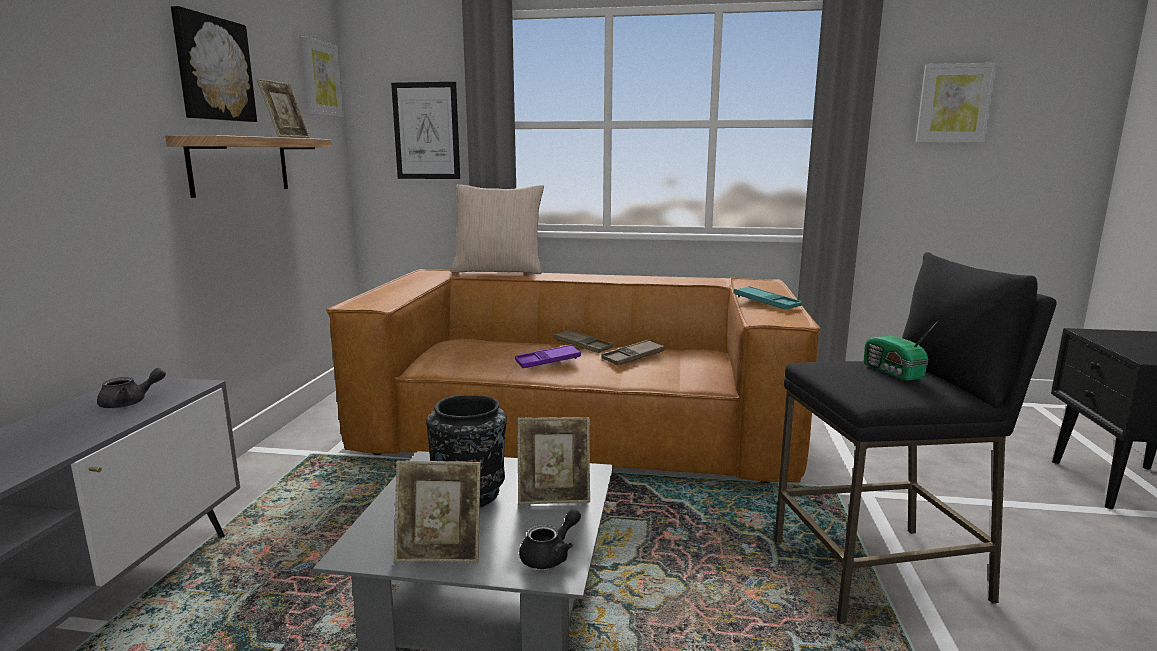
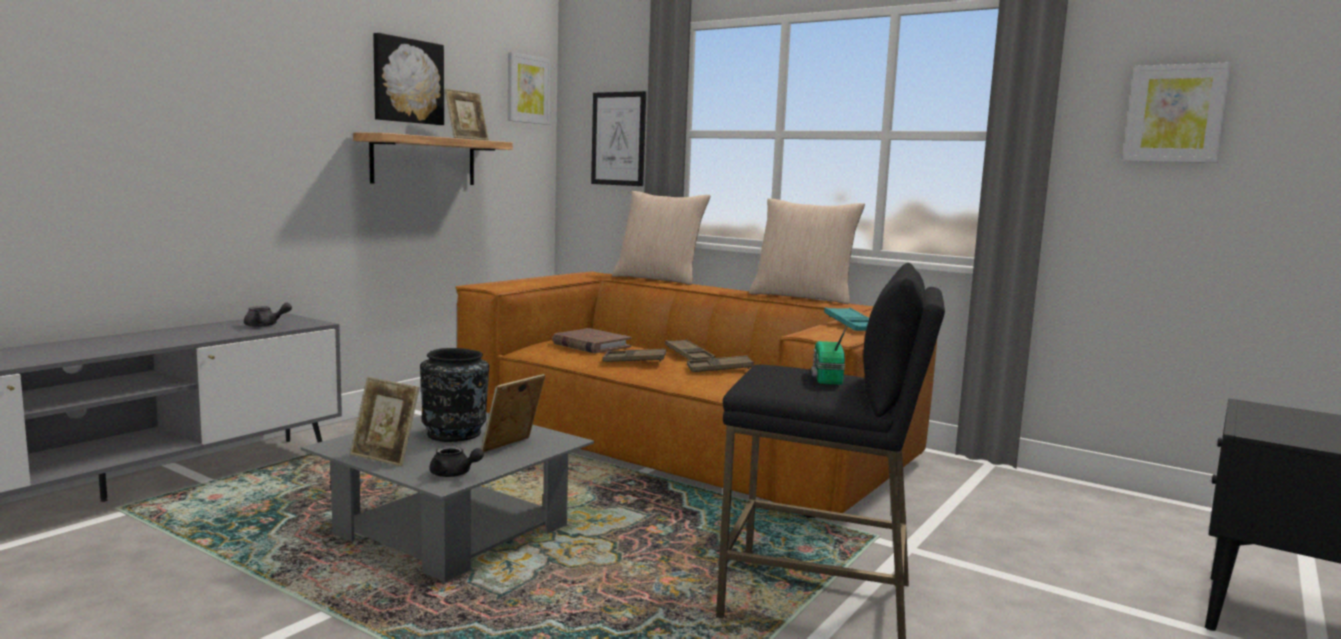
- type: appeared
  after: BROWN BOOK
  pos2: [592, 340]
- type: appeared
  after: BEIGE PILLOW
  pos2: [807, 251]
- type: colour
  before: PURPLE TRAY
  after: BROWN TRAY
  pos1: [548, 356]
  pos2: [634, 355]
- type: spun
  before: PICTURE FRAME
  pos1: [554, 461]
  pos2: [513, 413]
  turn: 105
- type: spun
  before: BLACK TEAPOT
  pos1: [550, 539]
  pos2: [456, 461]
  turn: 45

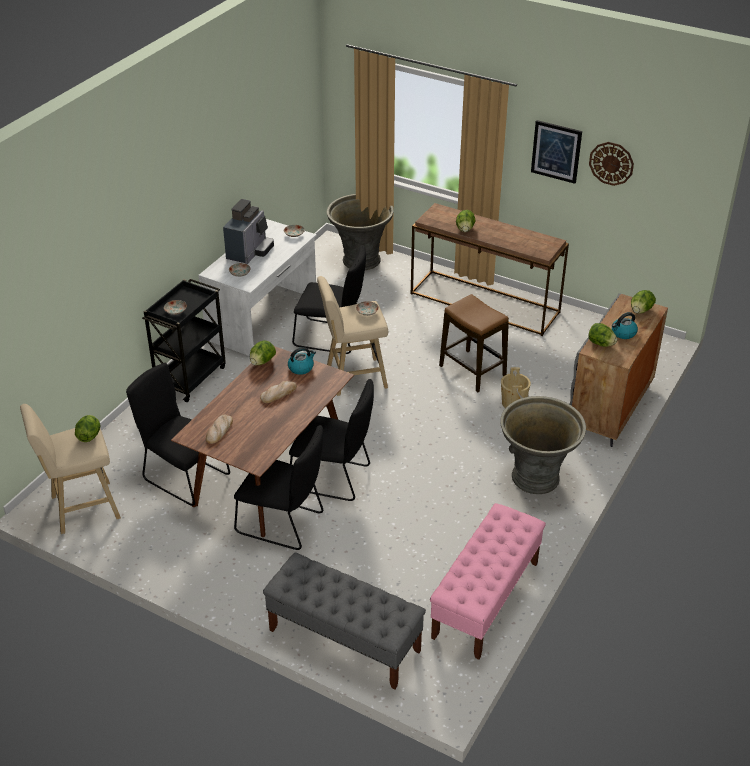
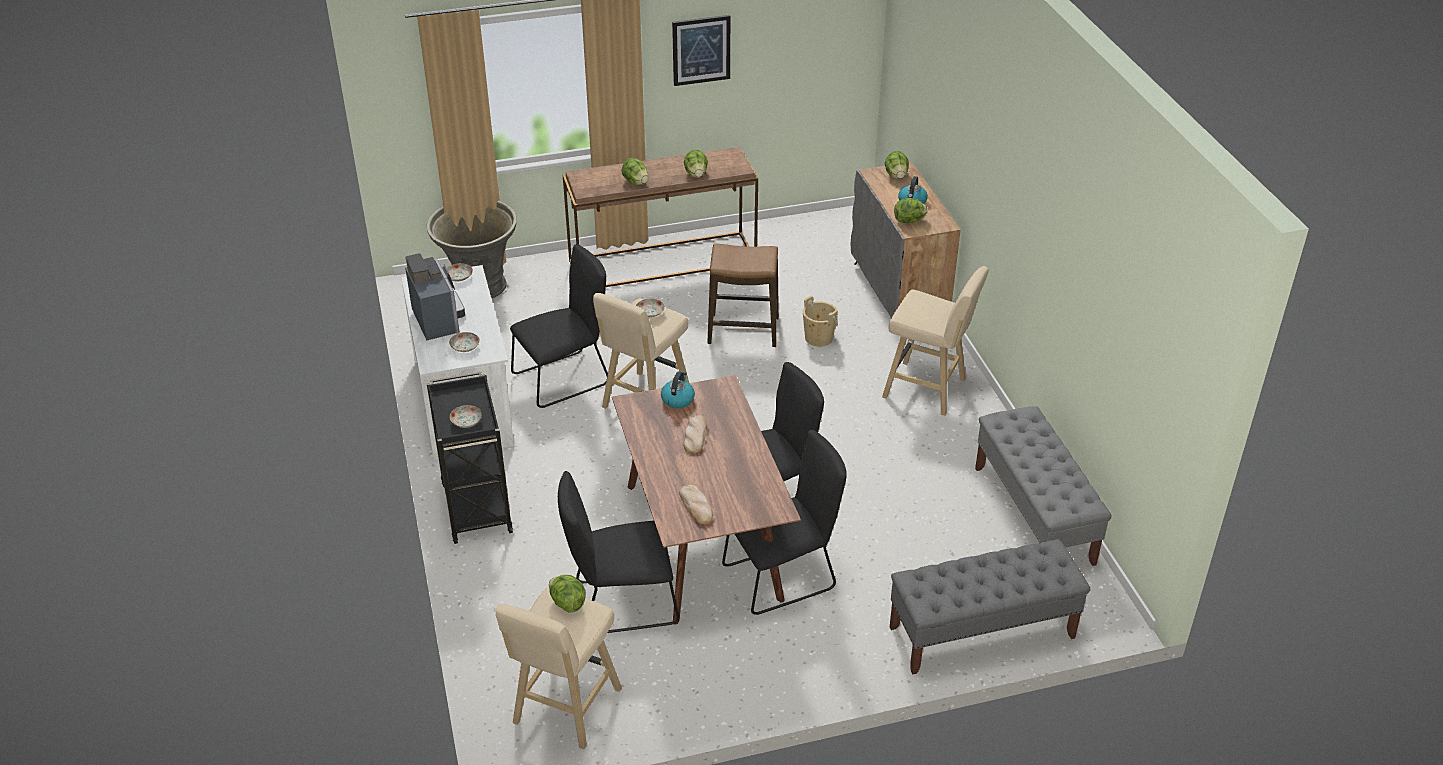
- type: missing
  before: WALL CLOCK
  pos1: [611, 164]
- type: relocated
  before: LETTUCE
  pos1: [263, 353]
  pos2: [696, 163]
- type: exchanged
  before: GREY PLANTER
  after: BEIGE STOOL
  pos1: [543, 445]
  pos2: [935, 341]
- type: colour
  before: PINK BENCH
  after: GREY BENCH
  pos1: [488, 581]
  pos2: [1043, 486]

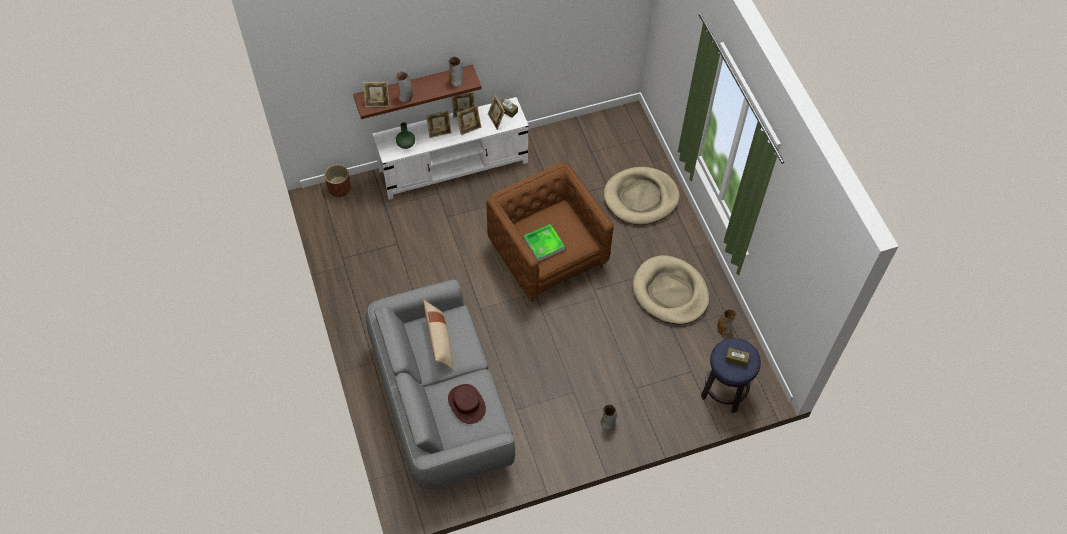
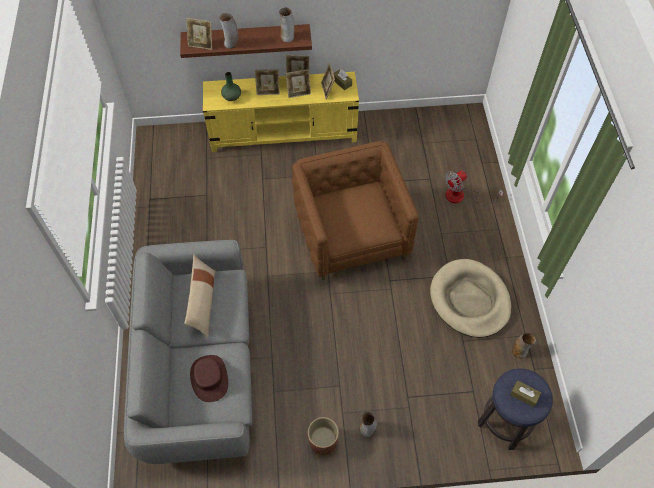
- type: missing
  before: TRAY
  pos1: [544, 242]
- type: relocated
  before: BROWN PLANTER
  pos1: [337, 180]
  pos2: [323, 436]
- type: exchanged
  before: BEIGE DOG BED
  after: FAN
  pos1: [642, 196]
  pos2: [474, 188]
- type: colour
  before: WHITE TV STAND
  after: YELLOW TV STAND
  pos1: [451, 148]
  pos2: [281, 112]

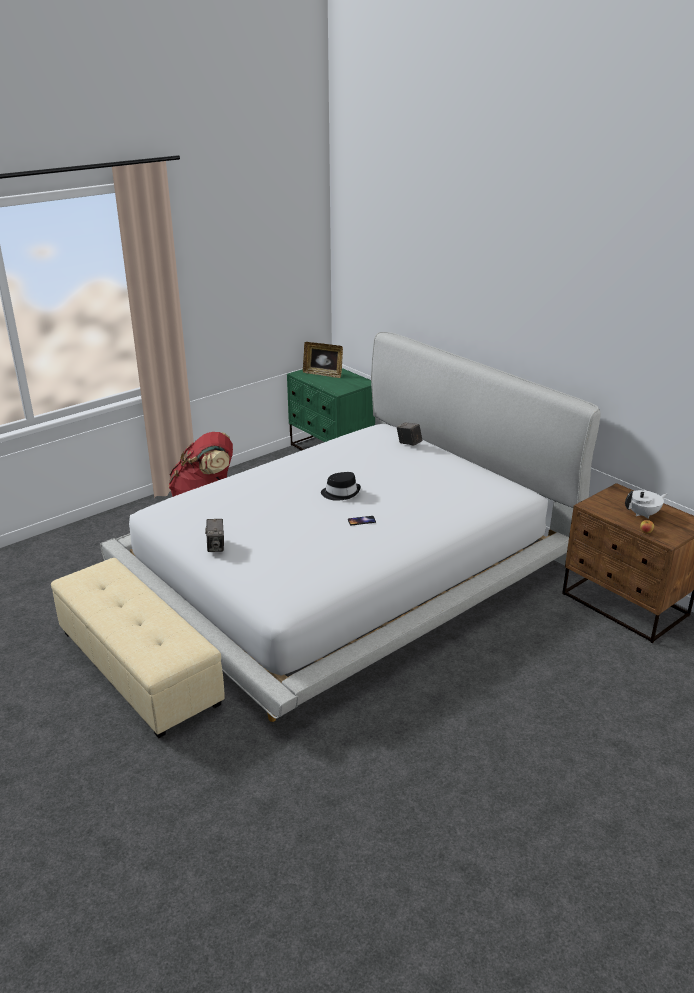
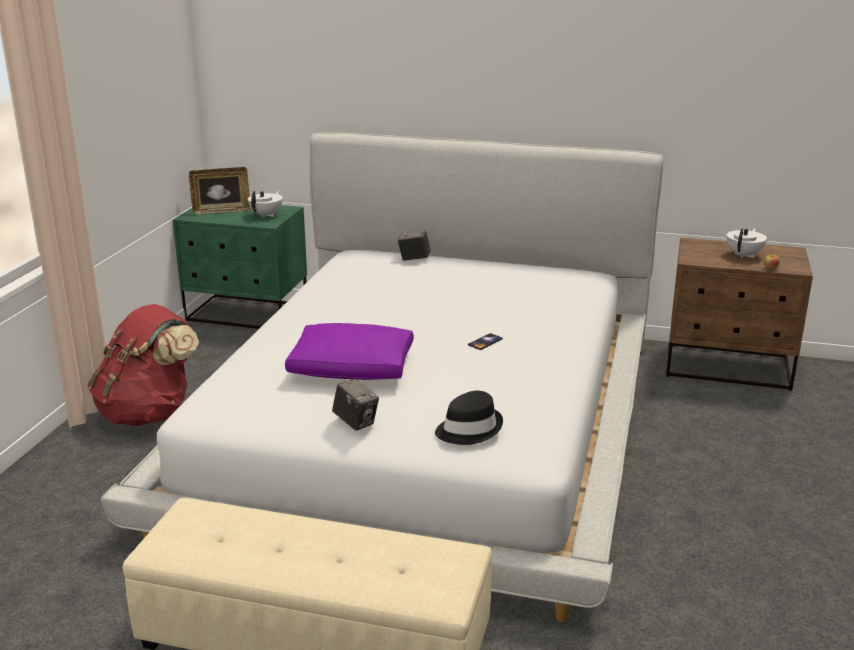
- type: appeared
  after: WHITE TEAPOT
  pos2: [265, 204]
- type: appeared
  after: PURPLE PILLOW
  pos2: [349, 351]
- type: relocated
  before: BLACK HAT
  pos1: [341, 486]
  pos2: [469, 418]

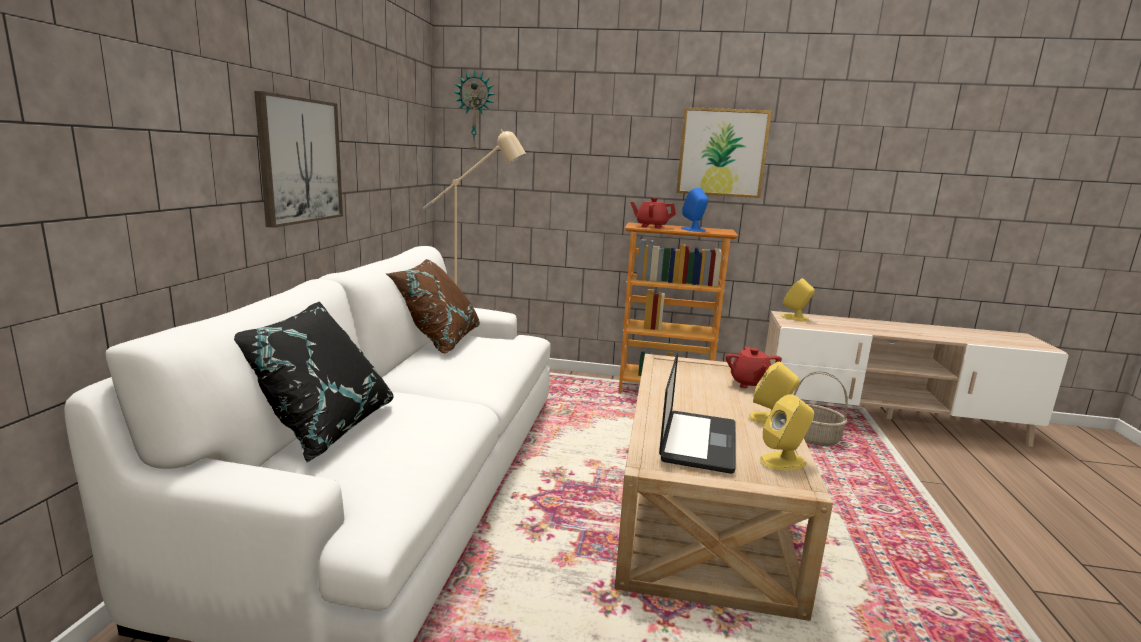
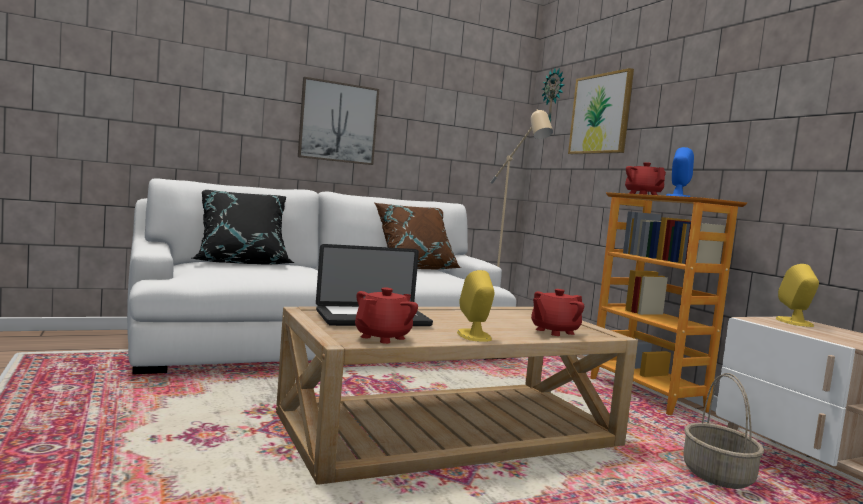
- type: relocated
  before: PICTURE
  pos1: [724, 152]
  pos2: [601, 111]
- type: exchanged
  before: YELLOW SPEAKER
  after: RED TEAPOT
  pos1: [787, 432]
  pos2: [386, 316]

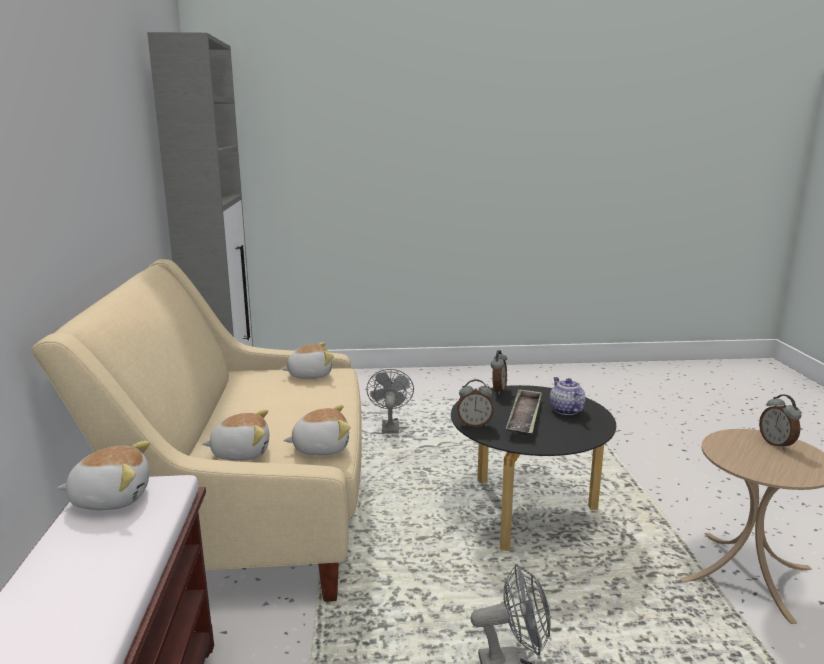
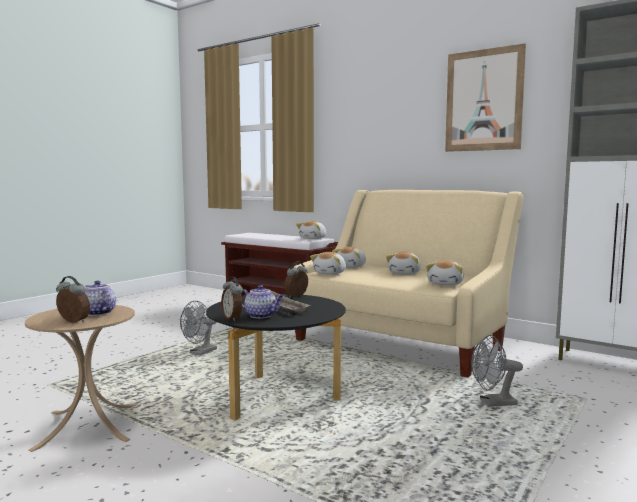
- type: appeared
  after: TEAPOT
  pos2: [100, 298]
- type: appeared
  after: PLUSH TOY
  pos2: [403, 263]
- type: appeared
  after: PICTURE
  pos2: [485, 97]
- type: relocated
  before: ALARM CLOCK
  pos1: [499, 372]
  pos2: [232, 299]
- type: spun
  before: GREY FAN
  pos1: [390, 401]
  pos2: [497, 371]
  turn: 135

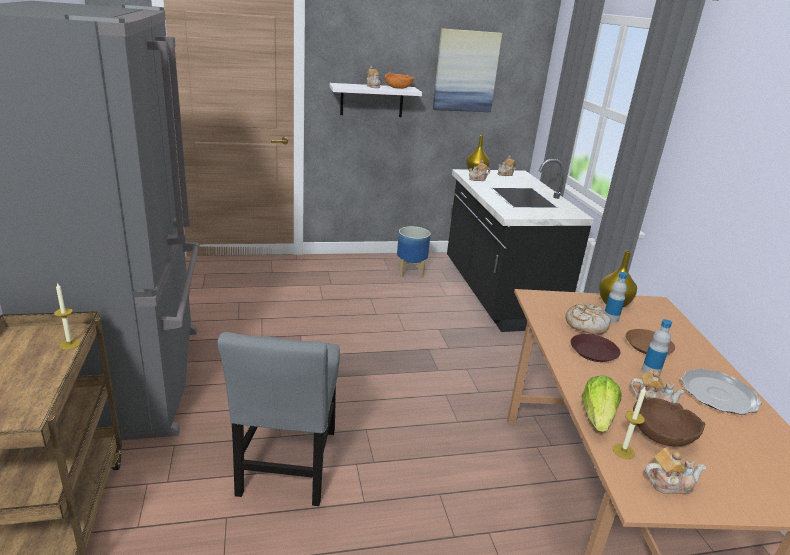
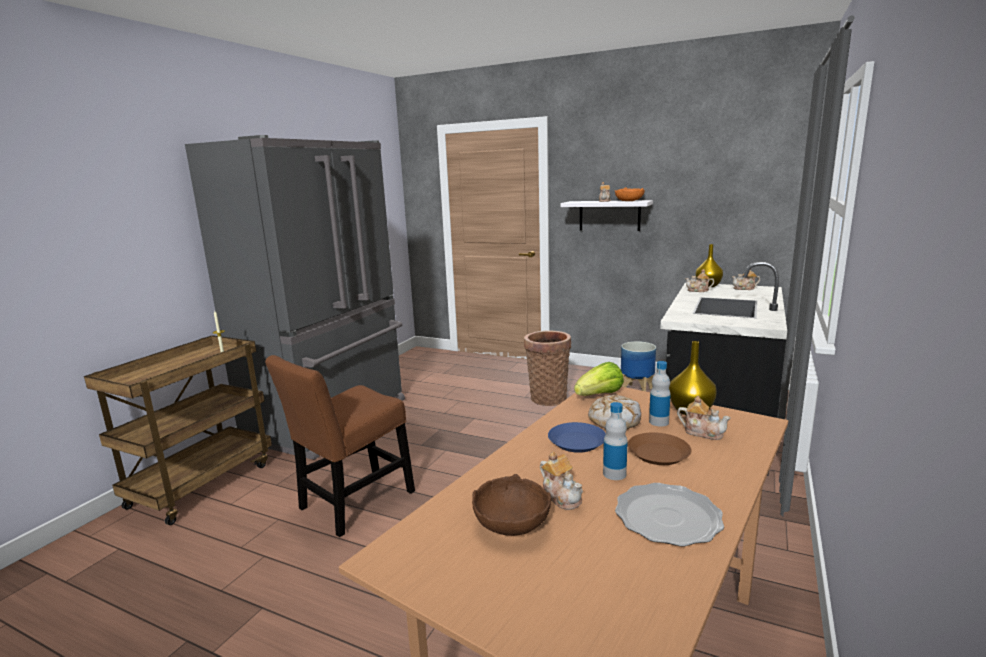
- type: missing
  before: PICTURE
  pos1: [467, 70]
- type: missing
  before: CANDLE
  pos1: [629, 423]
- type: appeared
  after: BASKET
  pos2: [547, 368]
- type: relocated
  before: LETTUCE
  pos1: [601, 403]
  pos2: [599, 379]
- type: relocated
  before: TEAPOT
  pos1: [675, 471]
  pos2: [704, 418]
- type: colour
  before: GREY CHAIR
  after: BROWN CHAIR
  pos1: [279, 419]
  pos2: [340, 446]
- type: colour
  before: BROWN PLATE
  after: BLUE PLATE
  pos1: [595, 348]
  pos2: [577, 437]

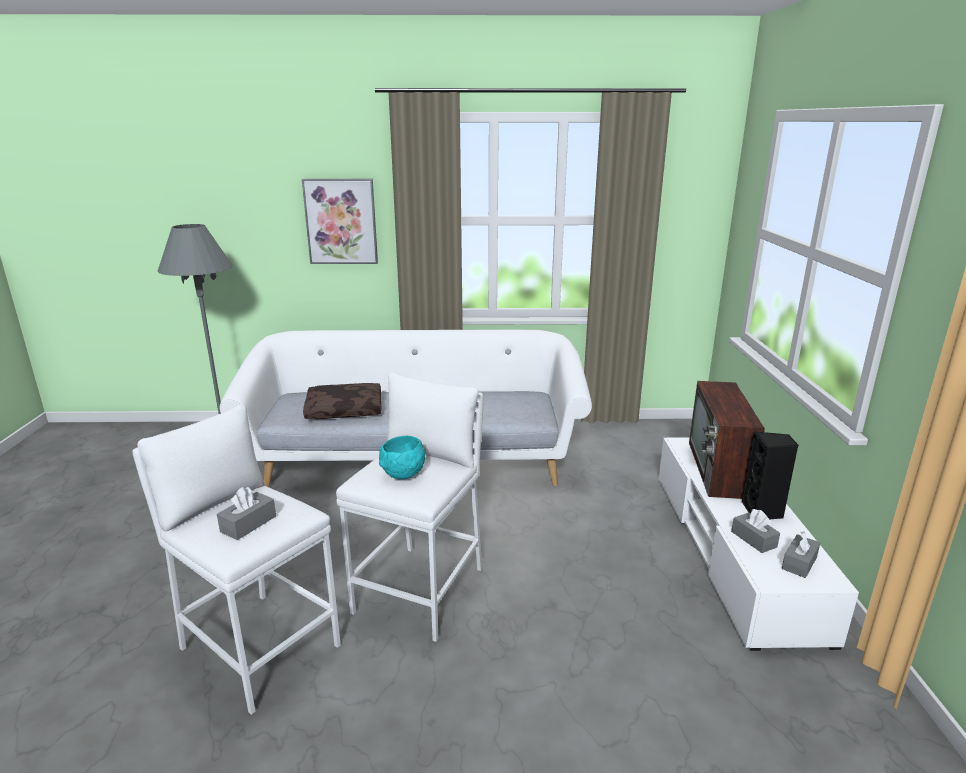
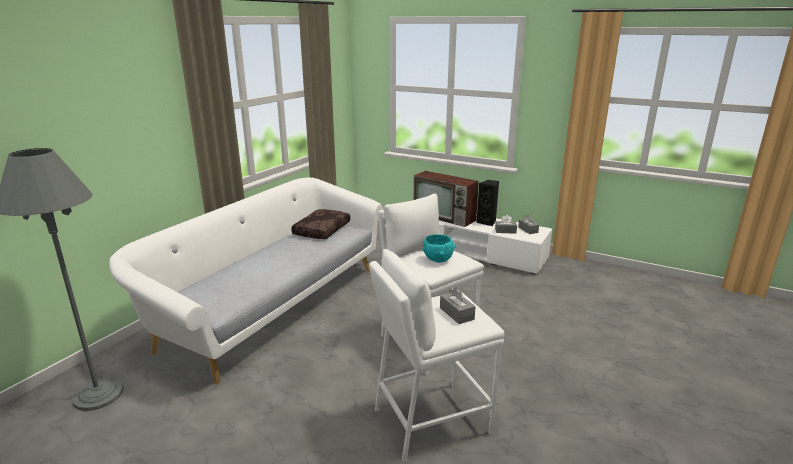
- type: missing
  before: PICTURE
  pos1: [340, 221]
- type: relocated
  before: BROWN PILLOW
  pos1: [342, 401]
  pos2: [320, 224]

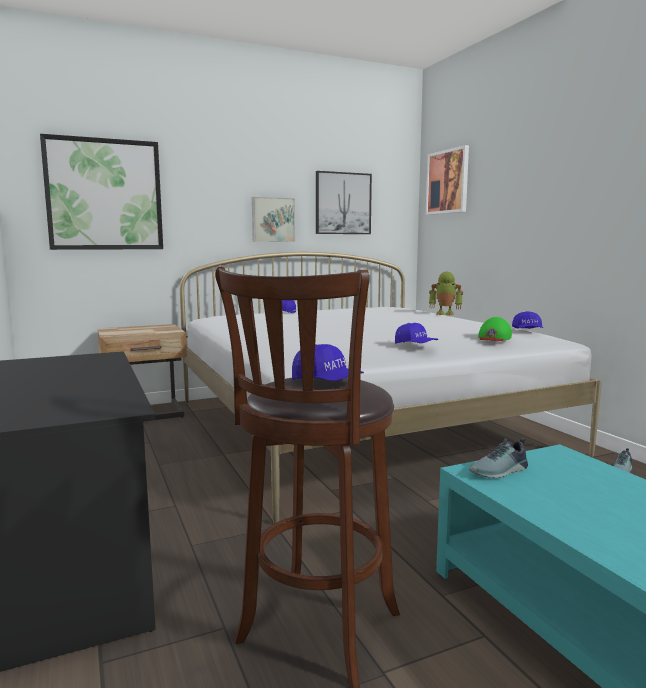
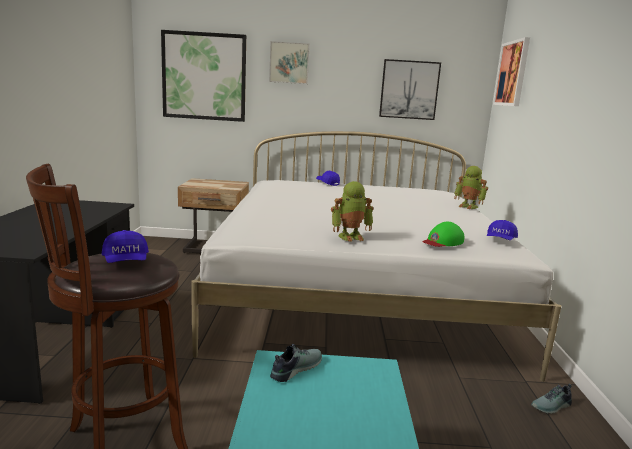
- type: relocated
  before: PICTURE
  pos1: [273, 219]
  pos2: [289, 62]
- type: exchanged
  before: BLUE CAP
  after: TOY ROBOT
  pos1: [416, 333]
  pos2: [352, 211]
- type: spun
  before: SHOE
  pos1: [498, 458]
  pos2: [296, 363]
  turn: 135

